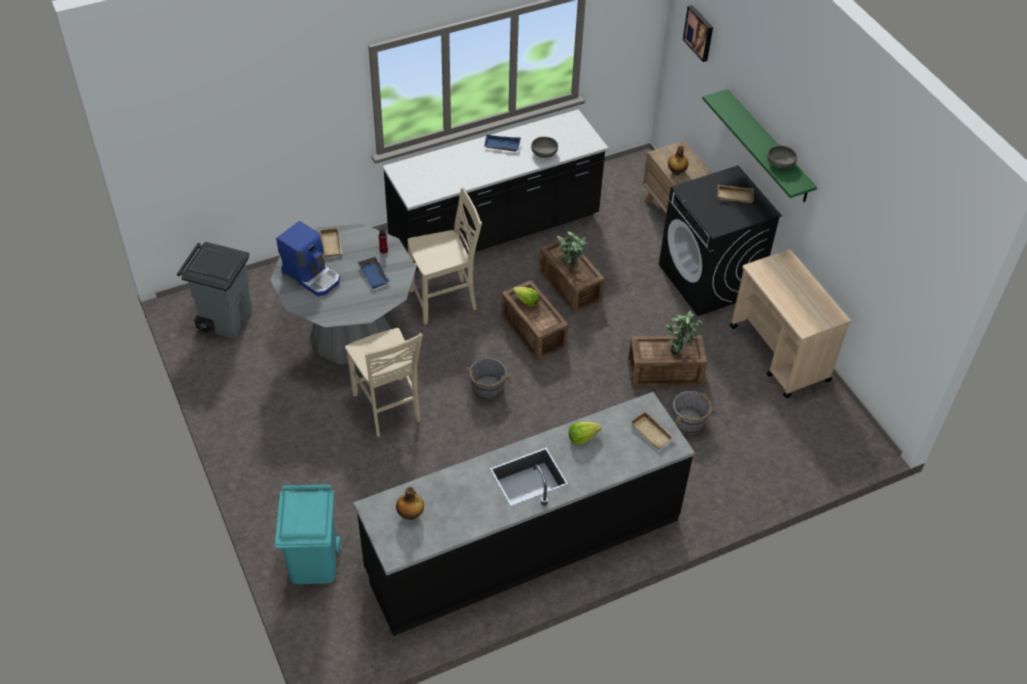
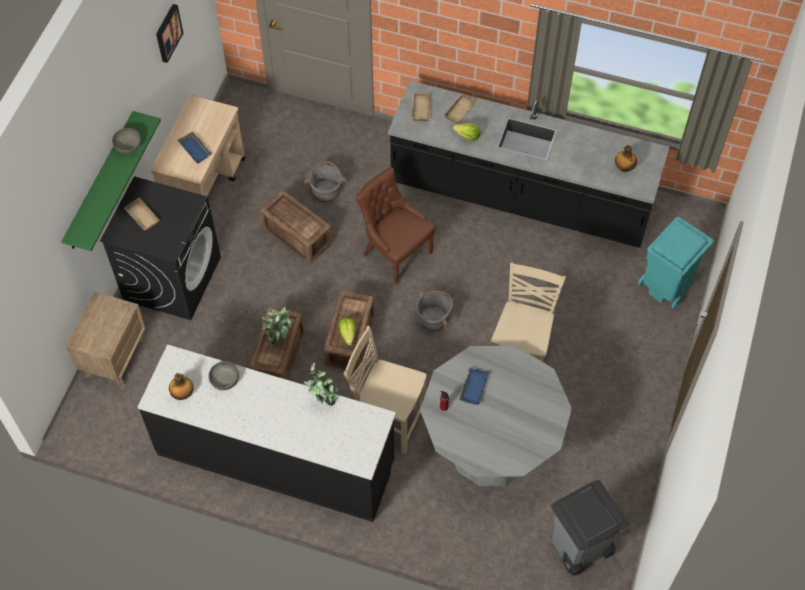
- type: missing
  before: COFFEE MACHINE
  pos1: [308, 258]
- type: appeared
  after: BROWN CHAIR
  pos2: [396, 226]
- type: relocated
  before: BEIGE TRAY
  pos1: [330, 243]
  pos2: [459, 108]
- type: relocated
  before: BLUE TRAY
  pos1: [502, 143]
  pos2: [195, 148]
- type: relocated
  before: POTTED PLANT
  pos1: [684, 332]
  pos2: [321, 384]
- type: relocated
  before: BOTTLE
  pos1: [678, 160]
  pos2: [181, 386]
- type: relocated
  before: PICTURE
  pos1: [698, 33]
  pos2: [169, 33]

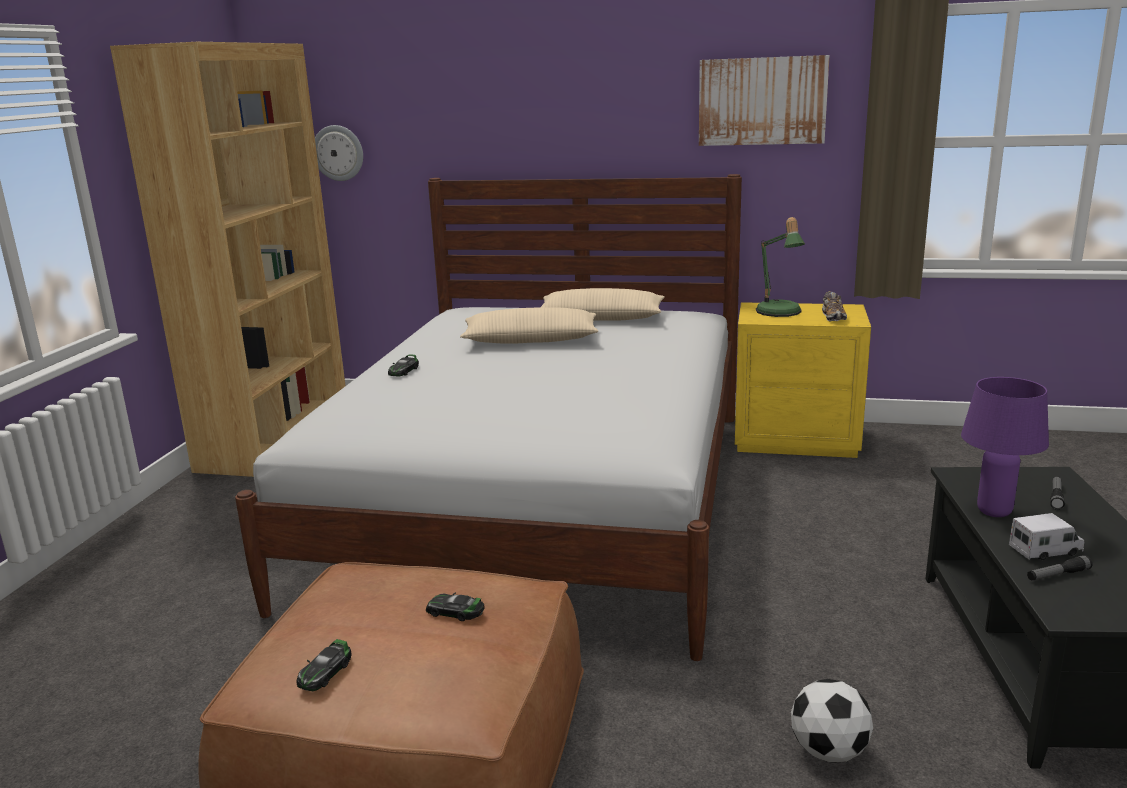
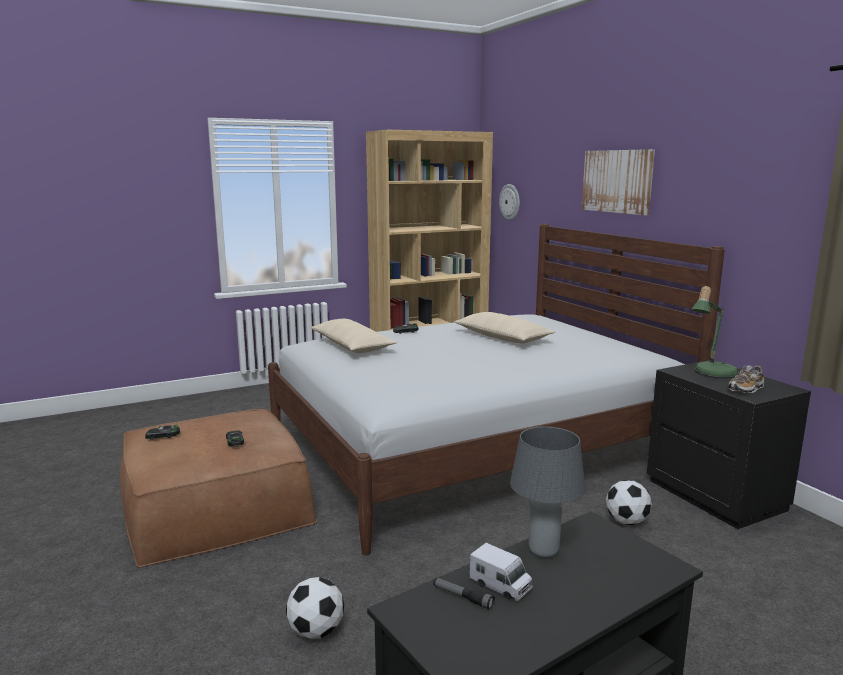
- type: missing
  before: FLASHLIGHT
  pos1: [1057, 493]
- type: appeared
  after: FOOTBALL
  pos2: [629, 502]
- type: relocated
  before: BEIGE PILLOW
  pos1: [603, 304]
  pos2: [354, 336]
- type: relocated
  before: PICTURE
  pos1: [764, 100]
  pos2: [618, 182]
- type: colour
  before: YELLOW NIGHTSTAND
  after: BLACK NIGHTSTAND
  pos1: [803, 380]
  pos2: [729, 444]
- type: colour
  before: PURPLE TABLE LAMP
  after: GREY TABLE LAMP
  pos1: [1005, 447]
  pos2: [547, 492]

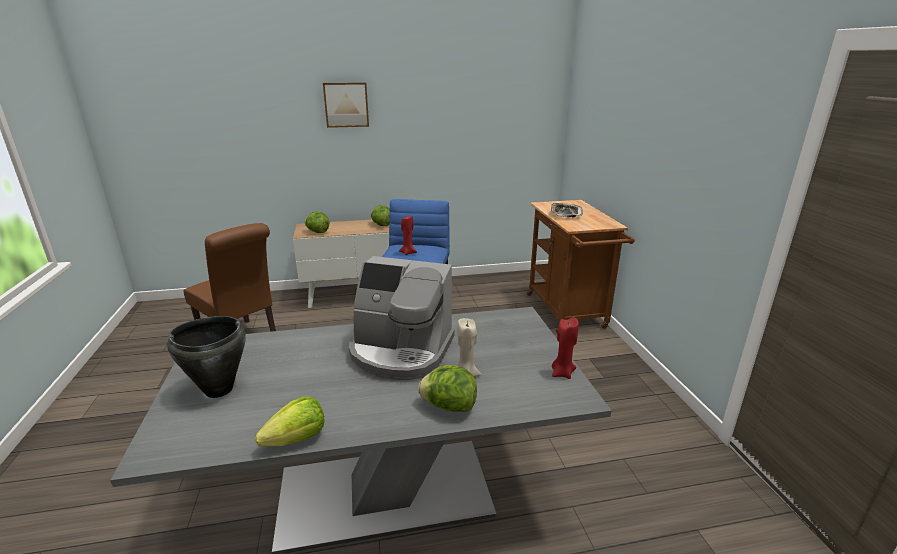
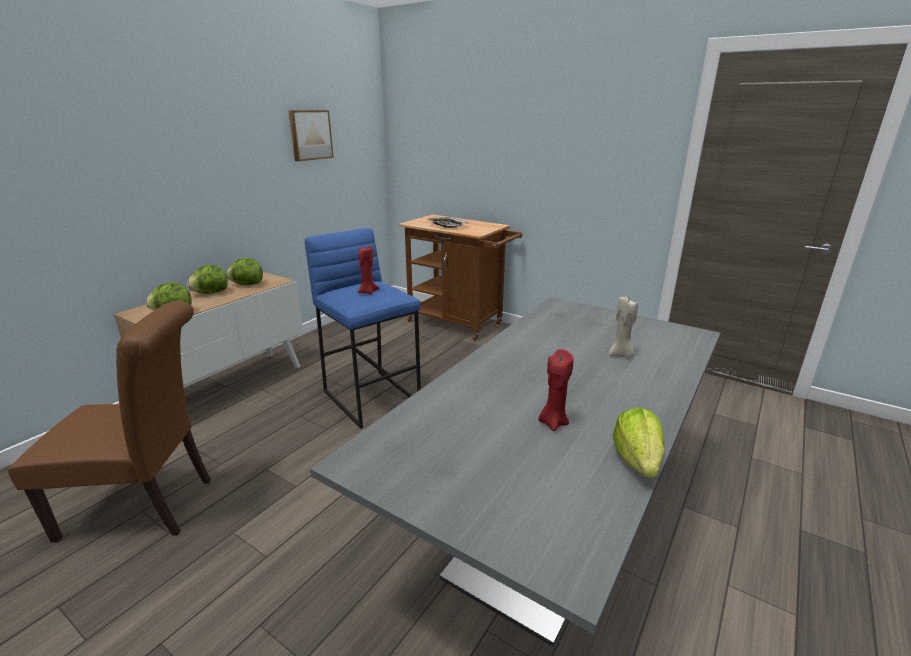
- type: missing
  before: BLACK COOKING POT
  pos1: [206, 357]
- type: missing
  before: COFFEE MACHINE
  pos1: [401, 318]
- type: relocated
  before: PICTURE
  pos1: [346, 105]
  pos2: [311, 135]
- type: relocated
  before: LETTUCE
  pos1: [447, 388]
  pos2: [207, 279]
- type: relocated
  before: RED CANDLE
  pos1: [565, 348]
  pos2: [556, 390]

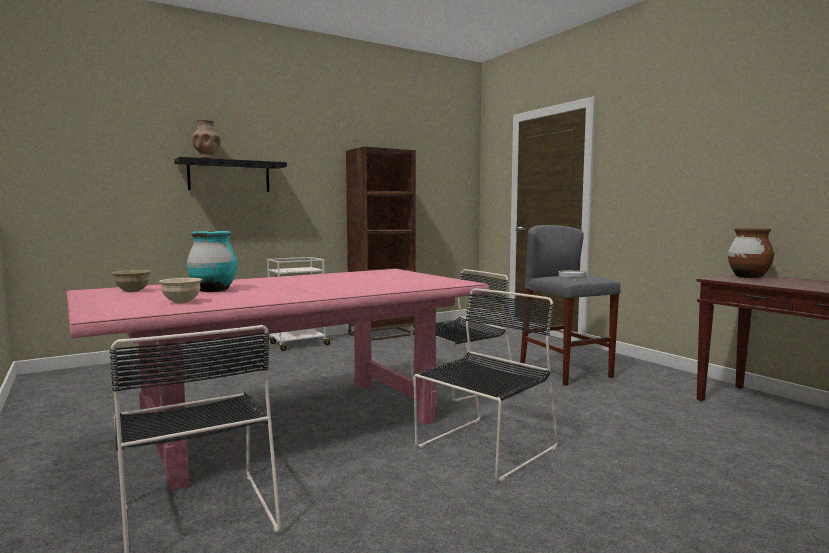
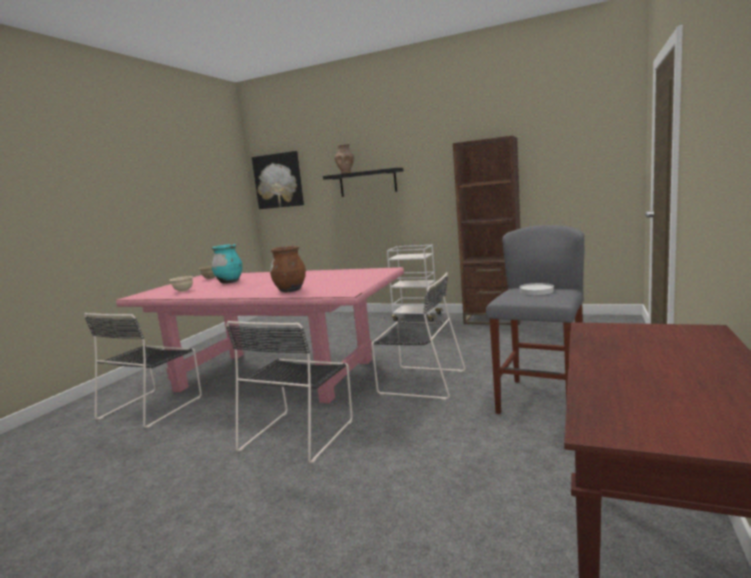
- type: appeared
  after: PICTURE
  pos2: [278, 180]
- type: relocated
  before: BROWN VASE
  pos1: [751, 253]
  pos2: [288, 269]
- type: spun
  before: BLACK CHAIR
  pos1: [485, 385]
  pos2: [289, 392]
  turn: 105

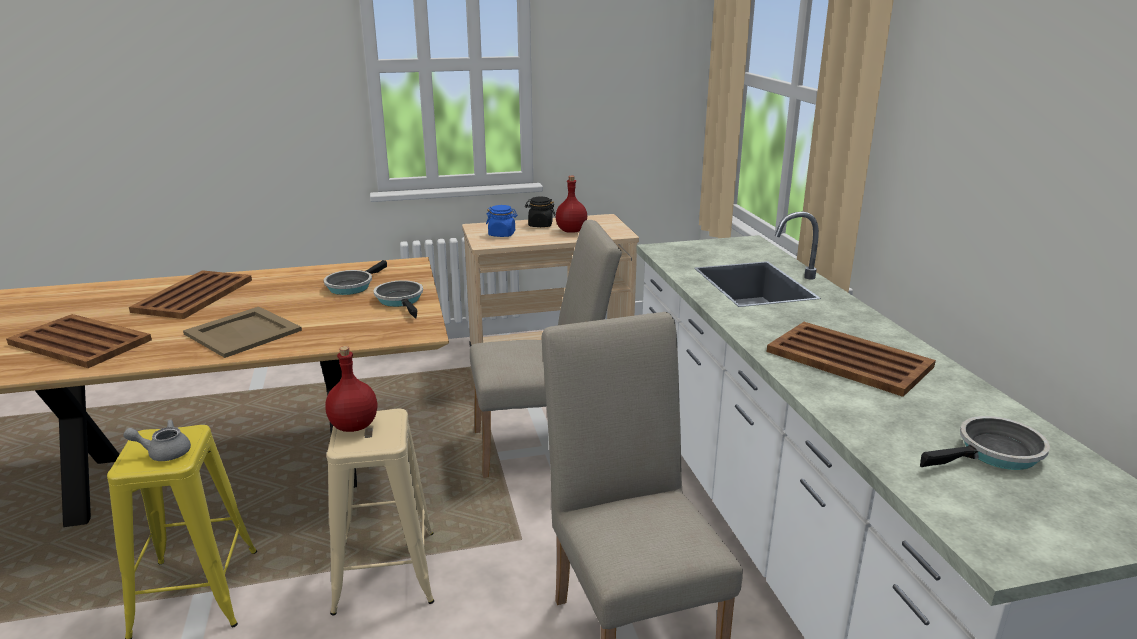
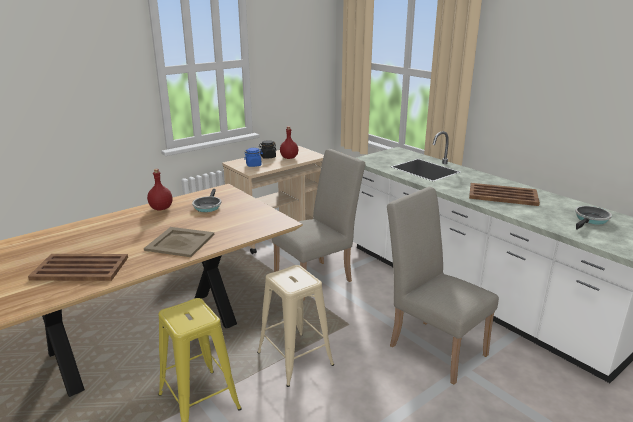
- type: missing
  before: GREY TEAPOT
  pos1: [157, 440]
- type: missing
  before: BROWN TRAY
  pos1: [190, 294]
- type: missing
  before: FRYING PAN
  pos1: [398, 299]
- type: relocated
  before: RED BOTTLE
  pos1: [351, 389]
  pos2: [160, 190]

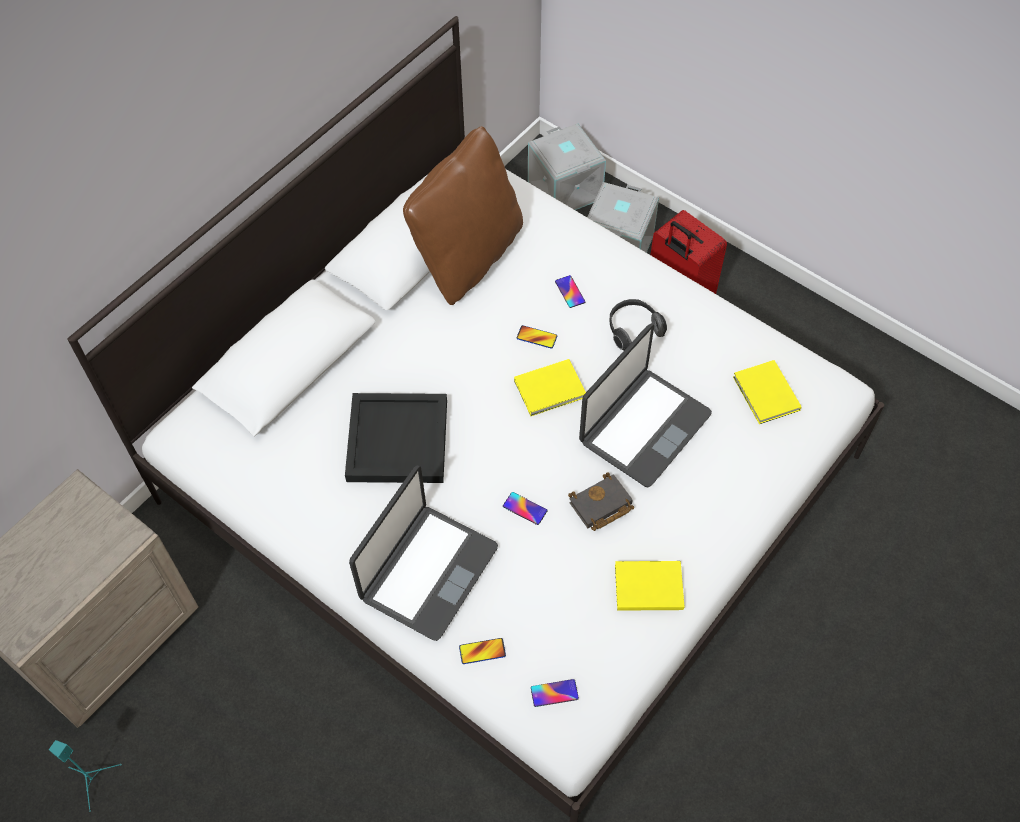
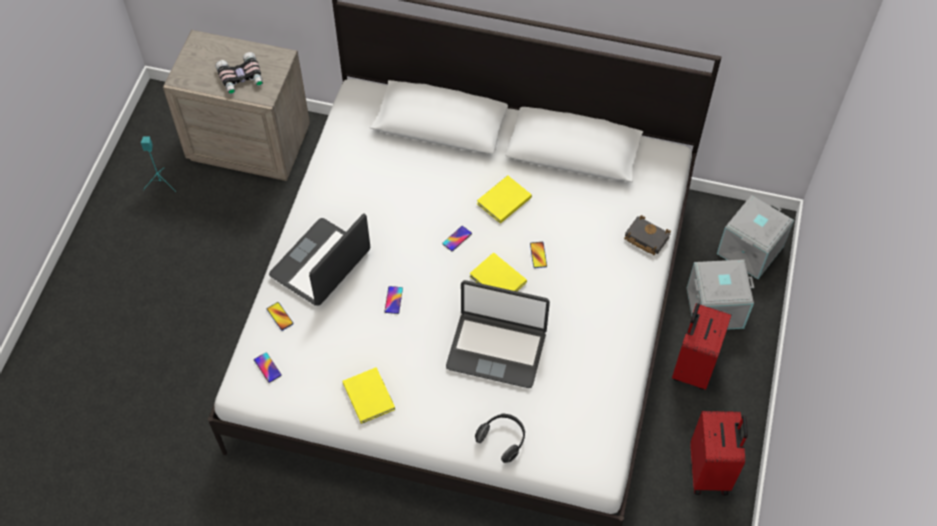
- type: missing
  before: BLACK TRAY
  pos1: [396, 438]
- type: missing
  before: BROWN PILLOW
  pos1: [463, 215]
- type: appeared
  after: BINOCULARS
  pos2: [239, 73]
- type: appeared
  after: RED SUITCASE
  pos2: [719, 453]
- type: relocated
  before: PHONE
  pos1: [570, 291]
  pos2: [457, 239]
- type: relocated
  before: BLACK BOOK
  pos1: [601, 501]
  pos2: [647, 235]
- type: relocated
  before: HEADPHONES
  pos1: [638, 324]
  pos2: [500, 438]
- type: relocated
  before: YELLOW BOOK
  pos1: [767, 392]
  pos2: [504, 199]
- type: spun
  before: LAPTOP
  pos1: [423, 553]
  pos2: [319, 259]
  turn: 120

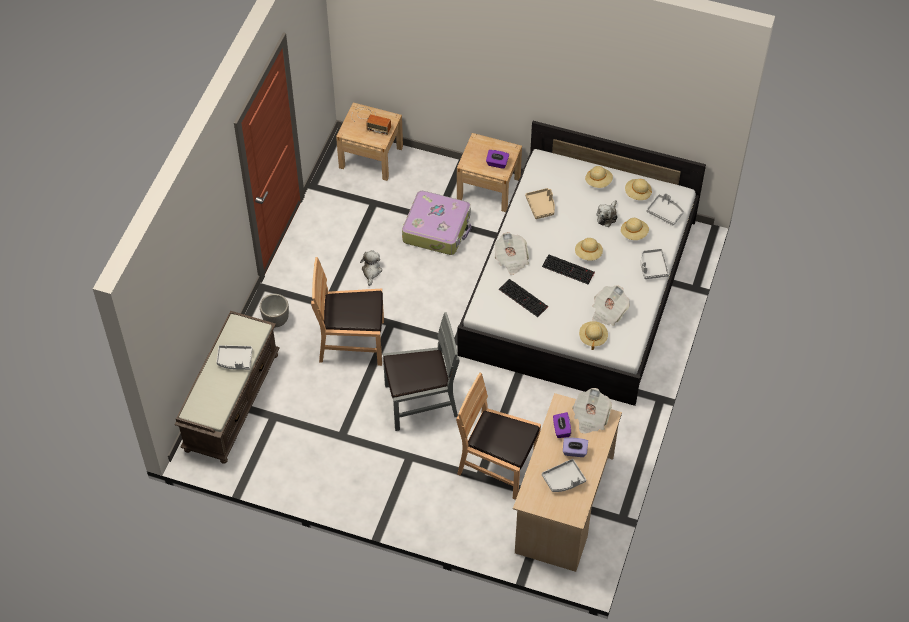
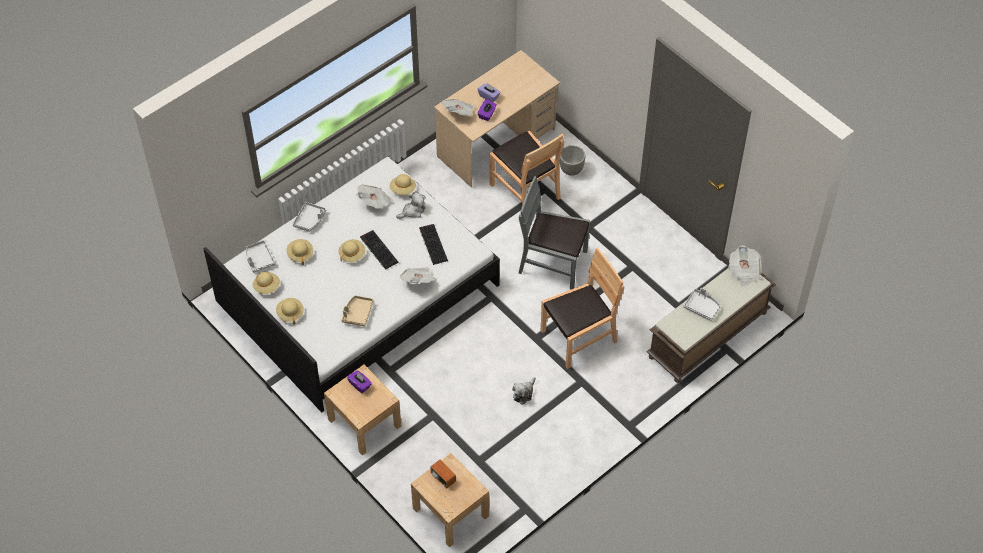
- type: missing
  before: SUITCASE
  pos1: [437, 223]
- type: missing
  before: GREY TRAY
  pos1: [564, 475]
- type: appeared
  after: NEWSPAPER
  pos2: [745, 266]
- type: relocated
  before: PLANTER
  pos1: [274, 310]
  pos2: [572, 160]
- type: relocated
  before: PLUSH TOY
  pos1: [607, 213]
  pos2: [411, 205]
- type: spun
  before: BROWN CHAIR
  pos1: [347, 311]
  pos2: [582, 308]
  turn: -60

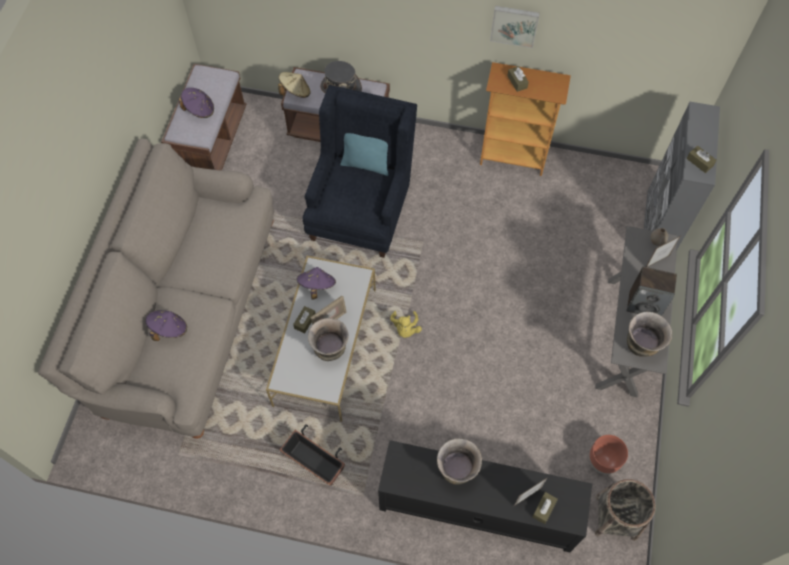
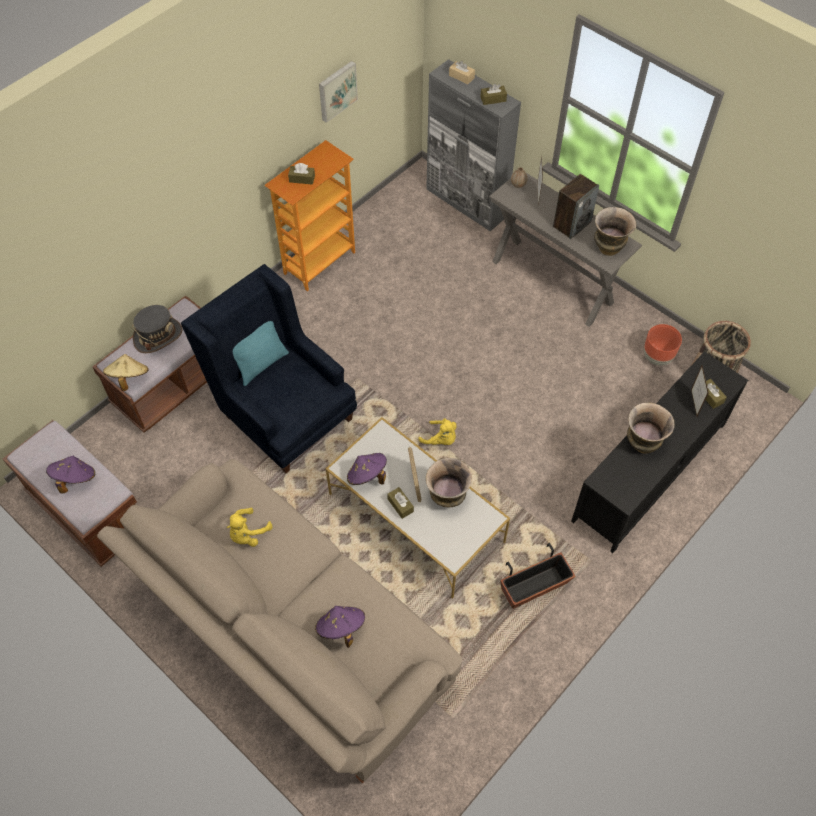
- type: appeared
  after: YELLOW PLUSH TOY
  pos2: [249, 527]
- type: appeared
  after: BEIGE TISSUE BOX
  pos2: [462, 72]
- type: relocated
  before: PICTURE
  pos1: [515, 27]
  pos2: [338, 92]

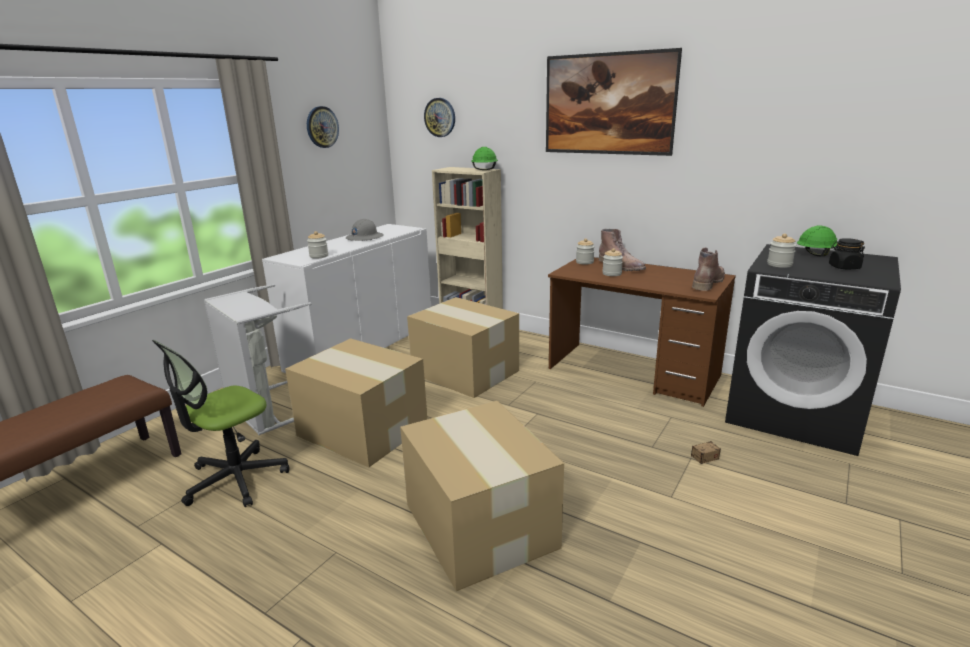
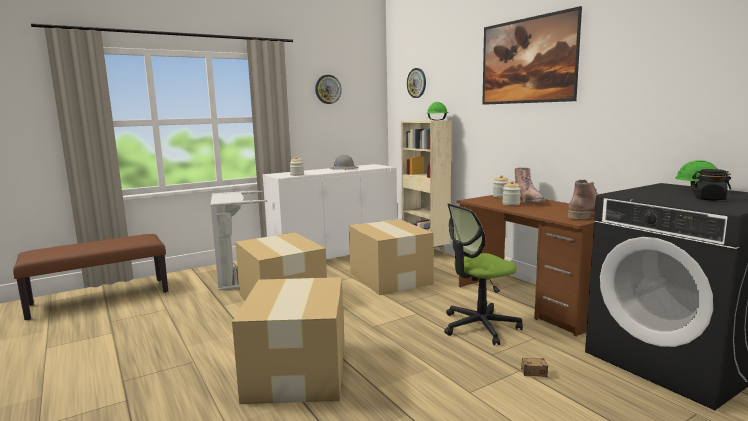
- type: missing
  before: JAR
  pos1: [781, 251]
- type: relocated
  before: OFFICE CHAIR
  pos1: [221, 423]
  pos2: [483, 274]

